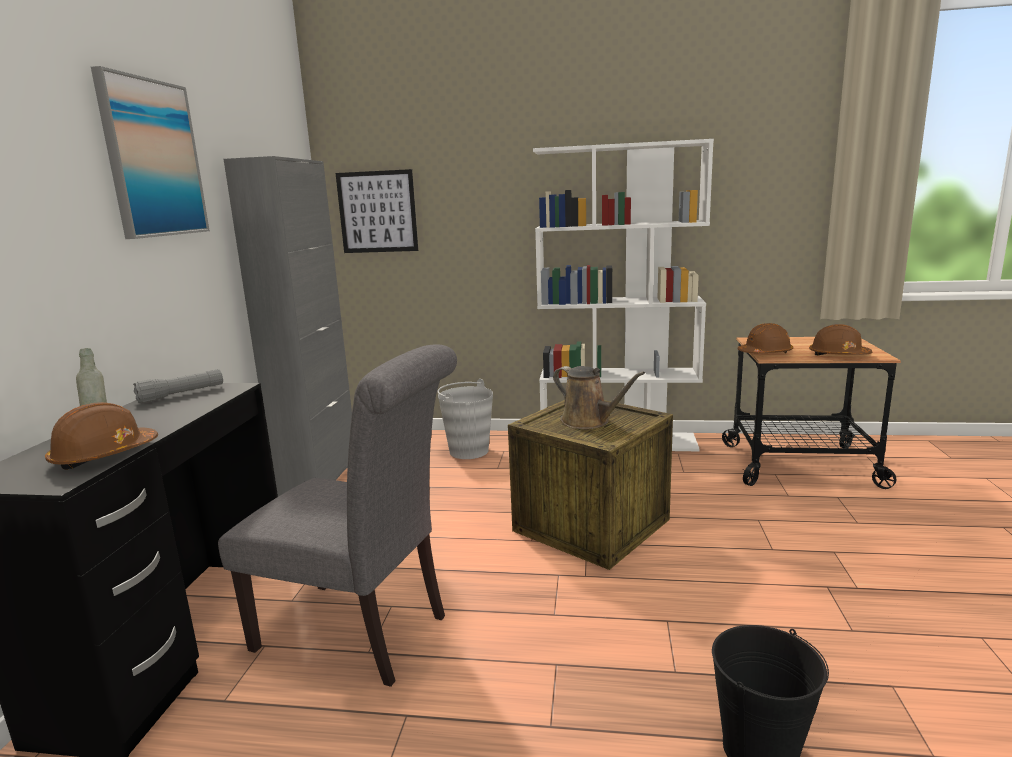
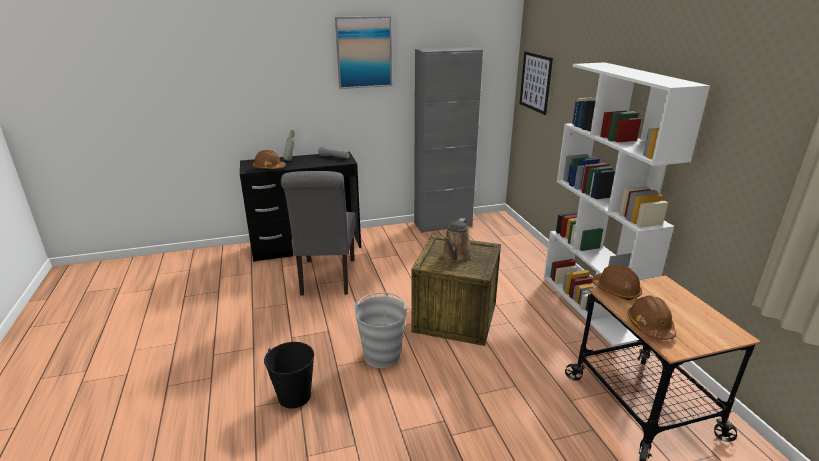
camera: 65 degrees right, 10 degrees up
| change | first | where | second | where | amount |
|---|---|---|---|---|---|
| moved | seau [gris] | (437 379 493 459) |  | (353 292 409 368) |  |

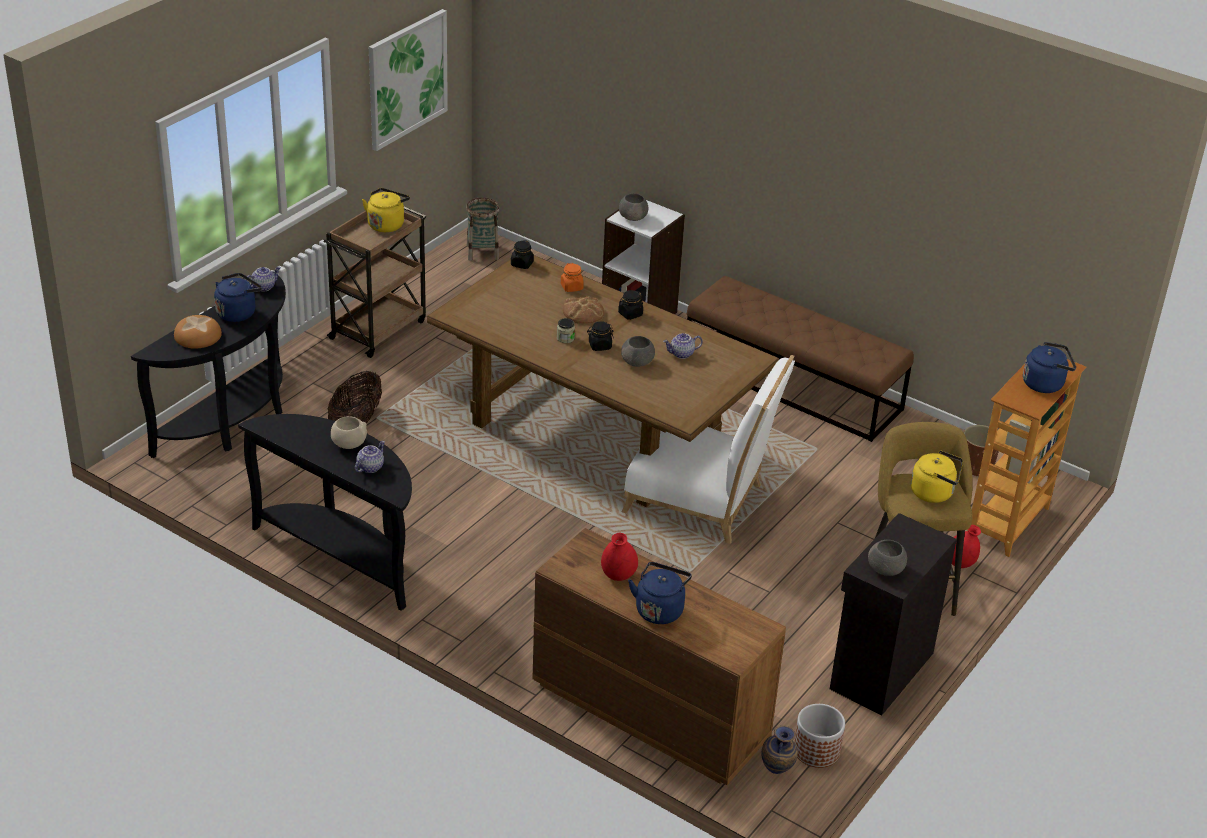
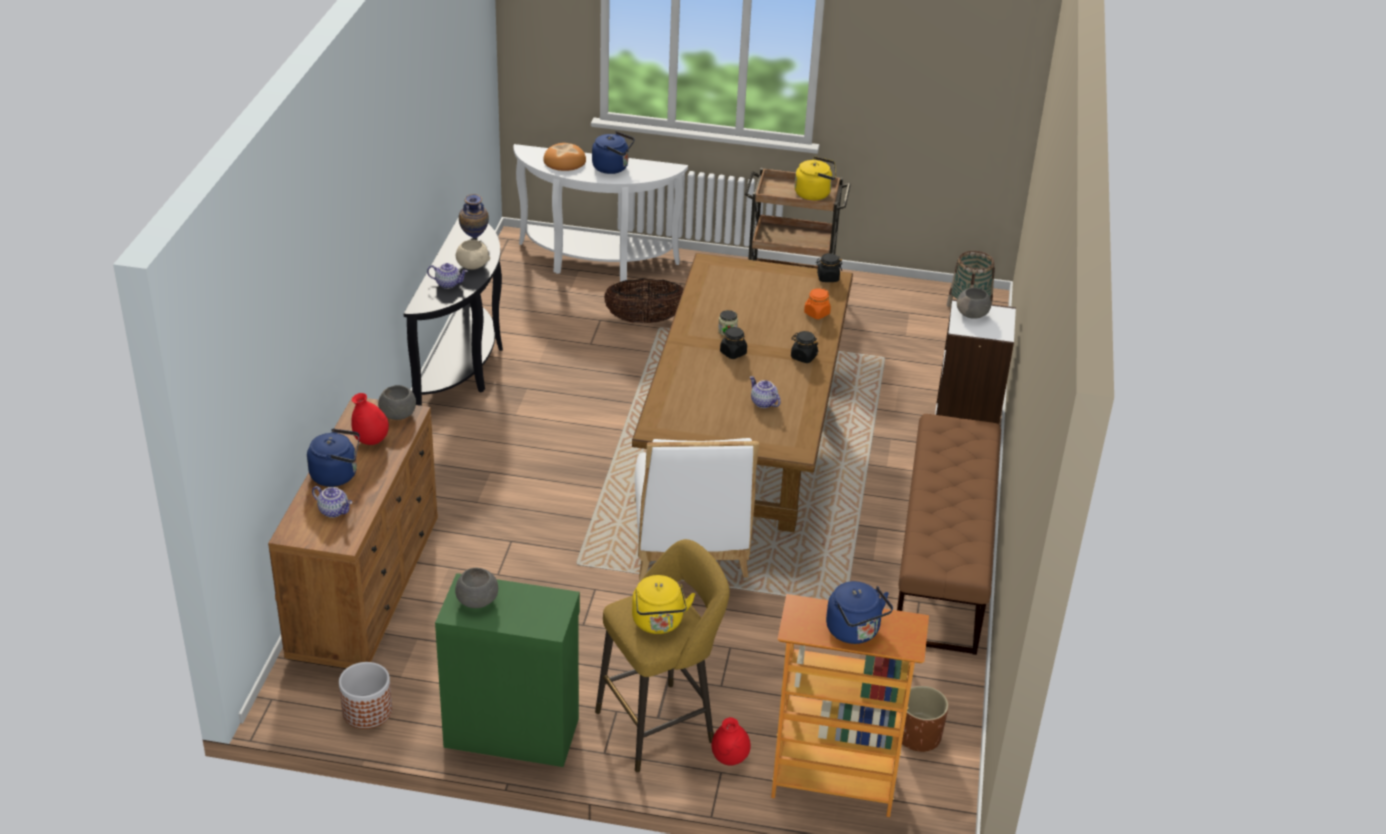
camera: 65 degrees right, 0 degrees up
| change | first | where | second | where | amount |
|---|---|---|---|---|---|
| removed | tableau | (369 9 448 151) |  |  |  |
| removed | pain | (563 296 604 324) |  |  |  |
| moved | théière | (245 267 281 292) |  | (312 486 352 518) |  |
| moved | bol [gris] | (621 336 655 367) |  | (378 385 416 420) |  |
| moved | vase | (761 726 798 774) |  | (459 194 489 238) |  |
| recoloured | table console [noir] | (131 271 286 458) | table console [blanc] | (513 144 688 281) |  |
| recoloured | meuble de rangement [noir] | (830 513 957 715) | meuble de rangement [vert] | (435 573 580 767) |  |

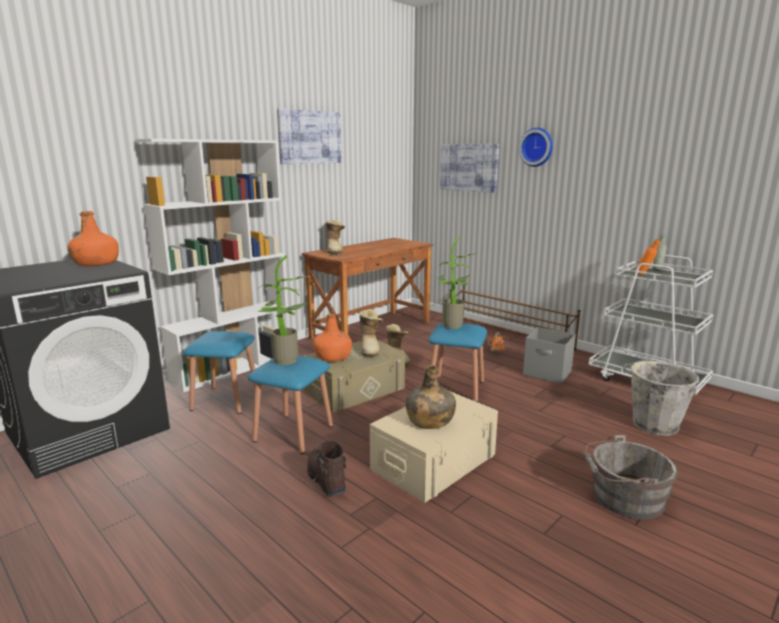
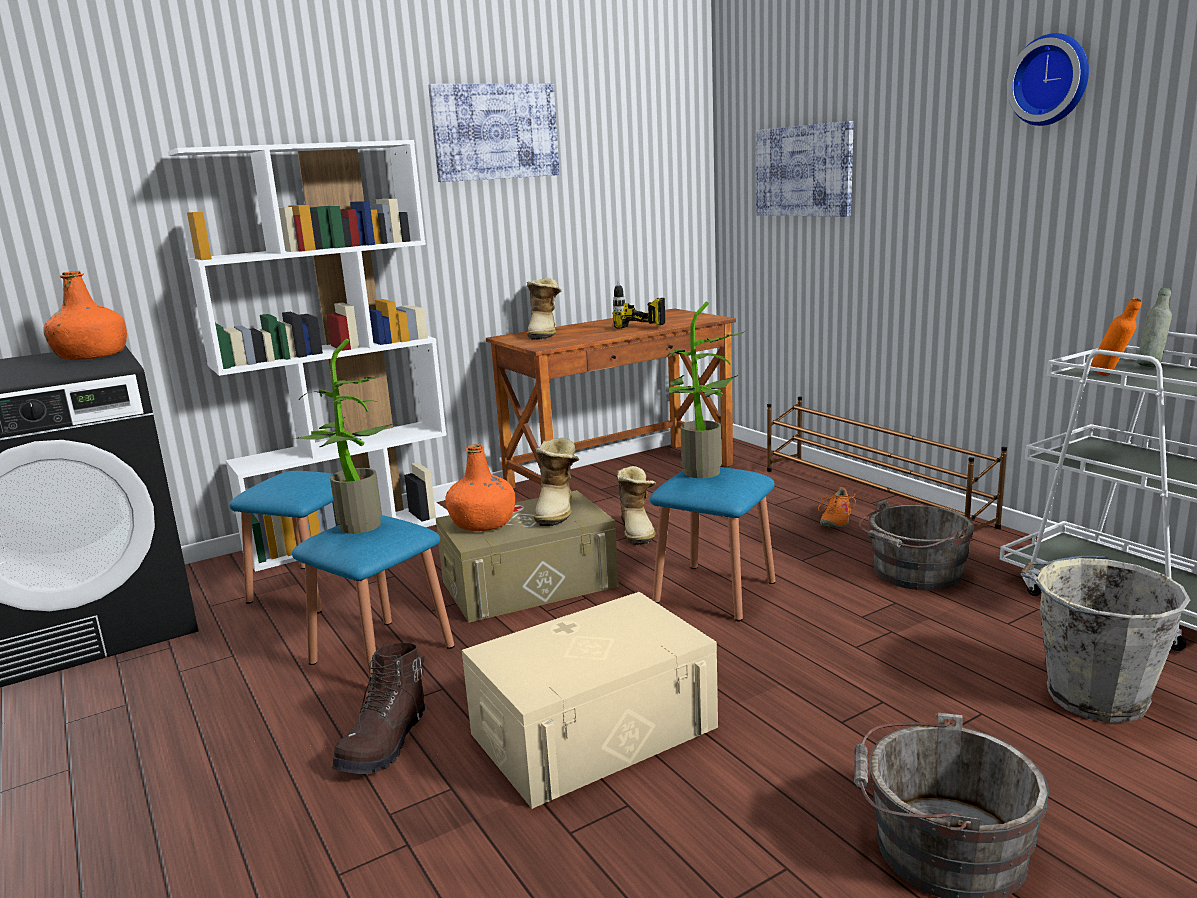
camera: 15 degrees right, 0 degrees up
| change | first | where | second | where | amount |
|---|---|---|---|---|---|
| removed | bouteille [vert] | (406 365 456 429) |  |  |  |
| added |  |  | perceuse | (612 282 665 328) |  |
| moved | horloge murale | (519 128 553 167) |  | (1007 33 1089 126) |  |
| replaced | boîte de rangement [gris] | (523 327 576 384) | seau [gris] | (858 500 974 590) |  |
| turned | botte [marron] | (307 441 346 496) |  | (332 642 425 774) | 150 degrees counterclockwise |

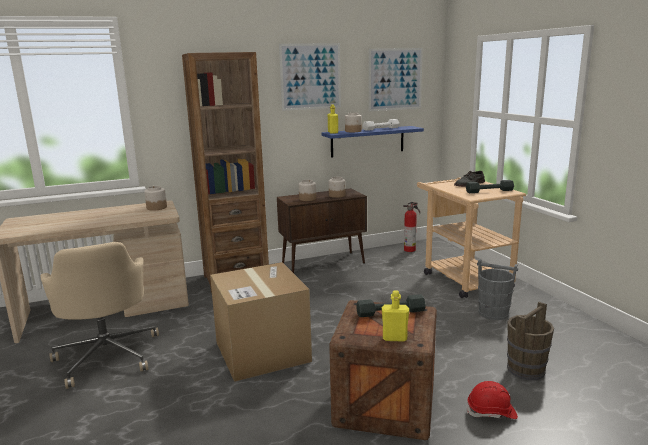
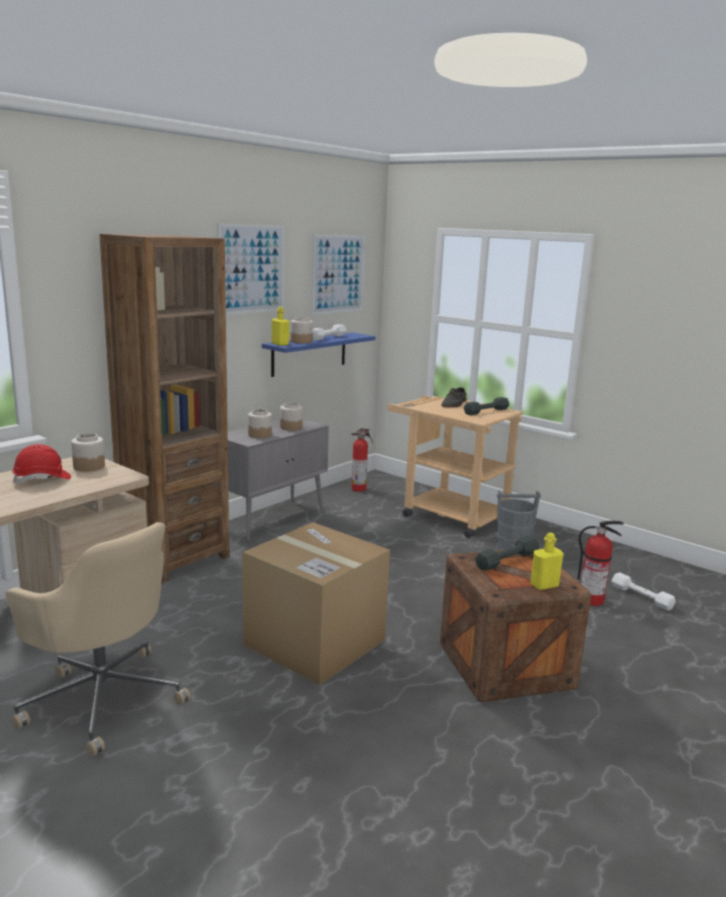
camera: 30 degrees left, 0 degrees up
| change | first | where | second | where | amount |
|---|---|---|---|---|---|
| added |  |  | haltère [blanc] | (611 572 676 611) |  |
| moved | casque de chantier [rouge] | (467 381 518 419) |  | (12 444 71 483) |  |
| replaced | seau [marron] | (507 302 554 380) | extincteur | (577 521 624 606) |  |
| recoloured | meuble de rangement [marron] | (277 188 367 273) | meuble de rangement [gris] | (228 419 329 542) |  |

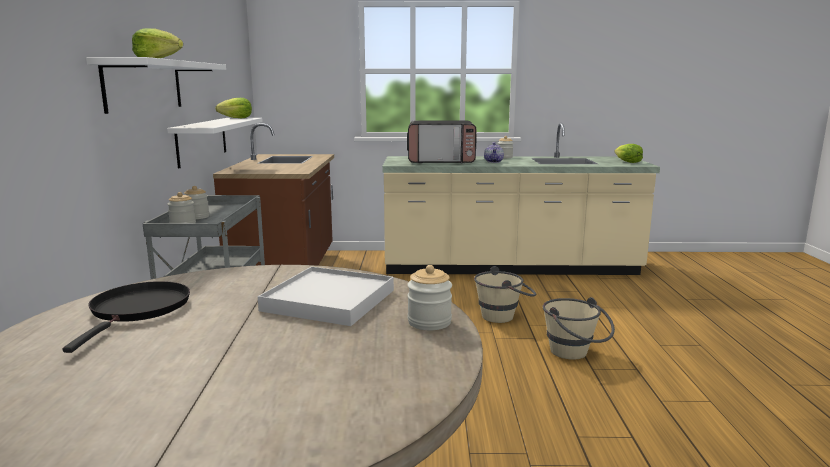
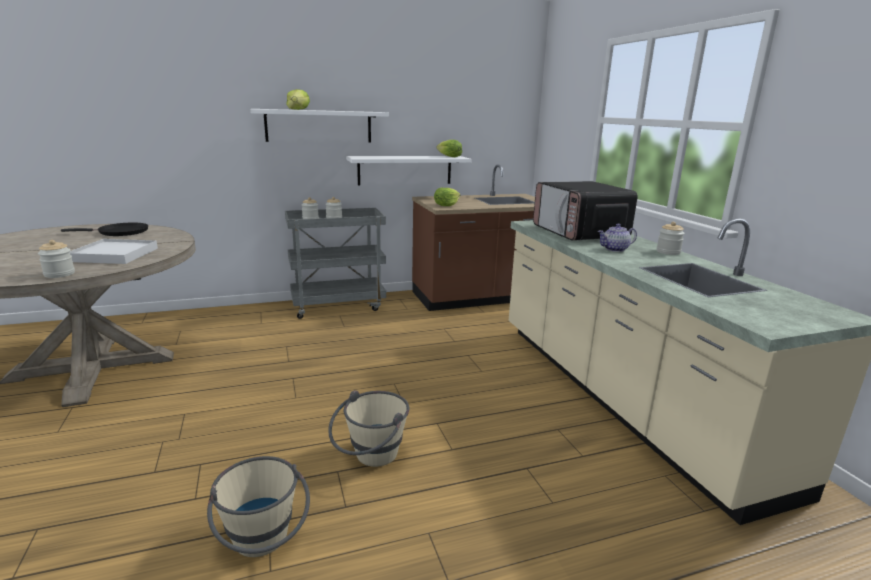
camera: 70 degrees right, 5 degrees up
| change | first | where | second | where | amount |
|---|---|---|---|---|---|
| moved | seau [beige] | (474 266 536 323) |  | (207 456 310 557) |  |
| moved | laitue | (615 144 643 163) |  | (434 188 460 206) |  |

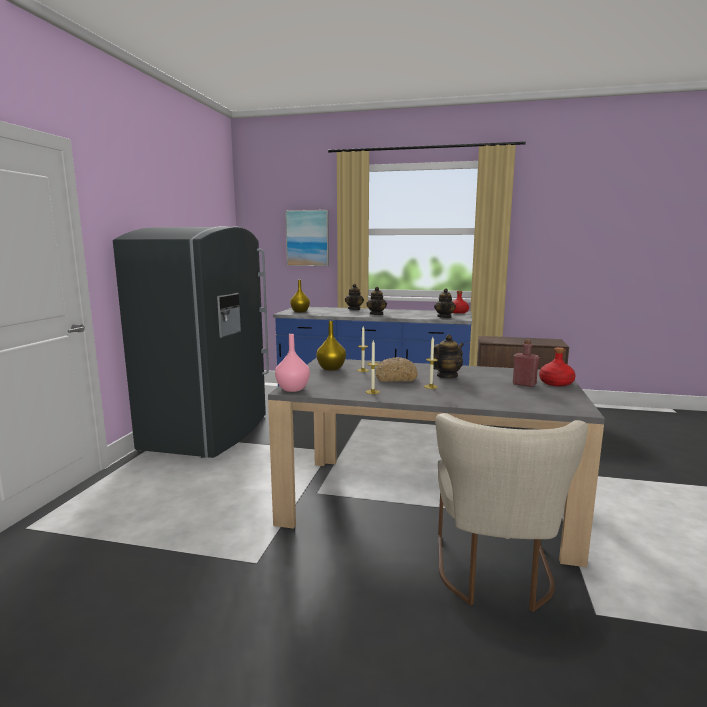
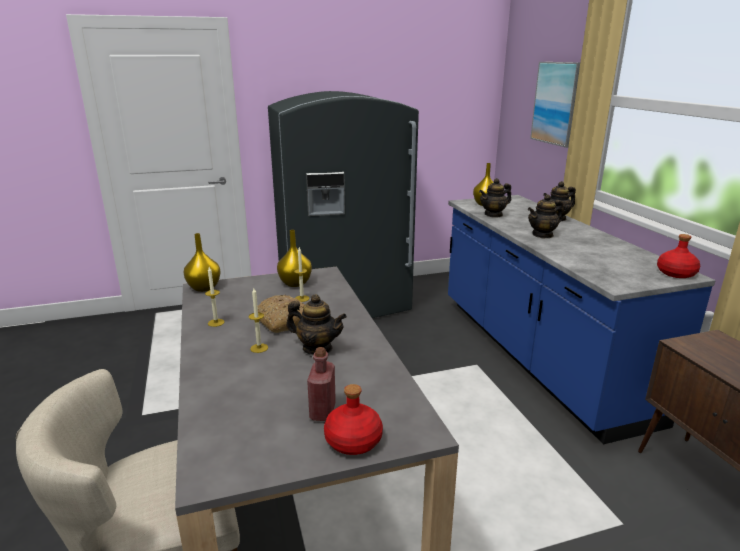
camera: 60 degrees right, 10 degrees up
| change | first | where | second | where | amount |
|---|---|---|---|---|---|
| moved | théière | (434 288 456 318) |  | (479 178 511 218) |  |
| recoloured | vase [rose] | (275 334 310 392) | vase [jaune] | (184 233 221 292) |  |

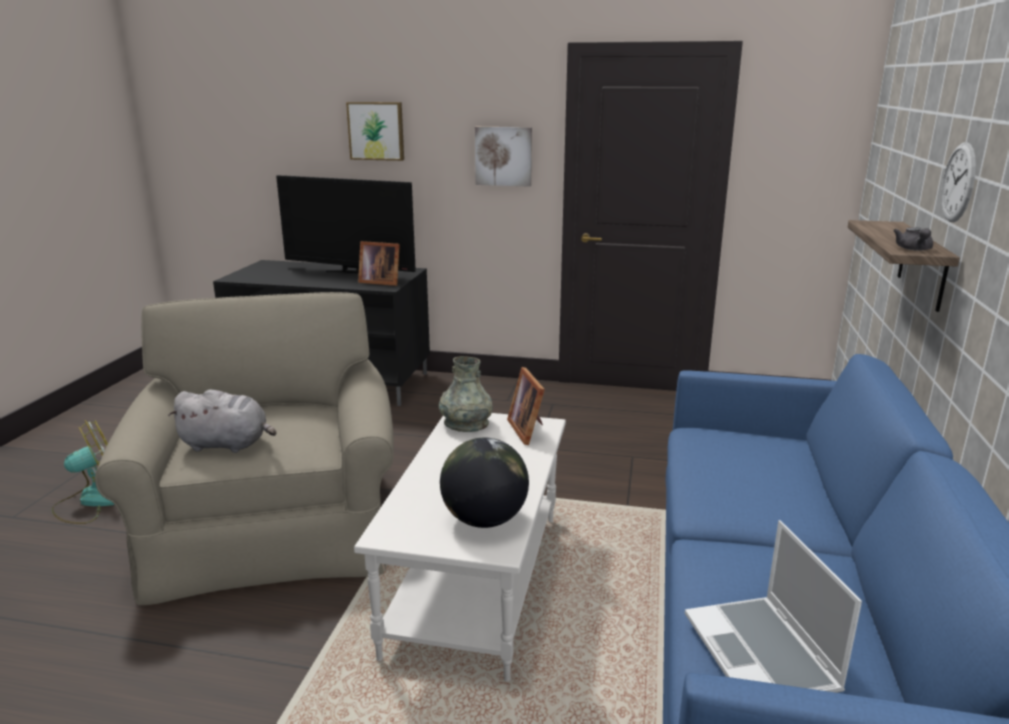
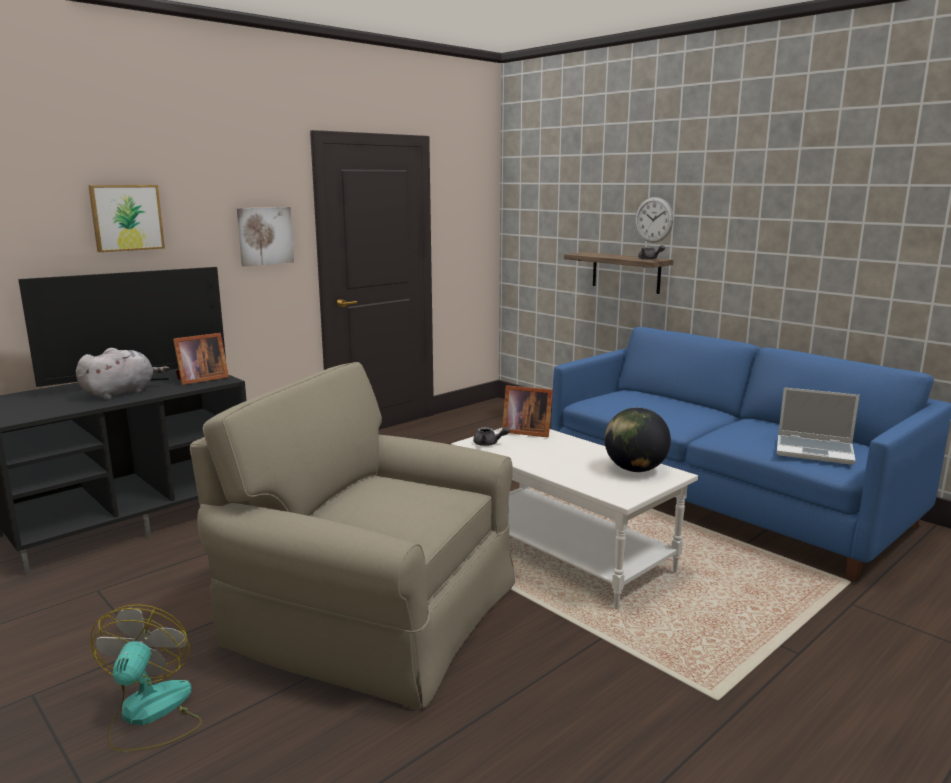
camera: 55 degrees left, 5 degrees down
| change | first | where | second | where | amount |
|---|---|---|---|---|---|
| moved | peluche [gris] | (168 389 276 453) |  | (76 348 169 400) |  |
| replaced | vase [gris] | (439 356 493 432) | théière [gris] | (473 427 510 446) |  |

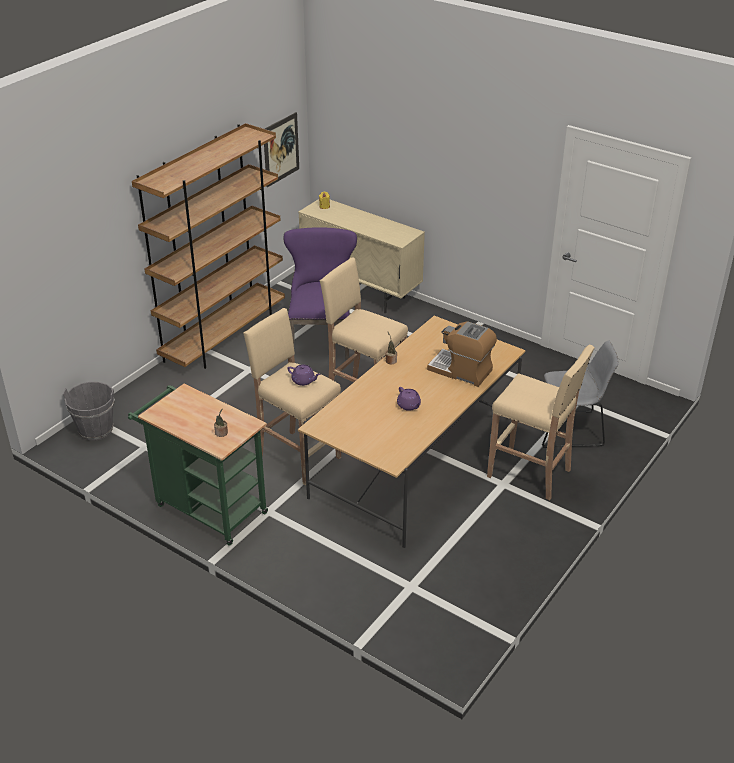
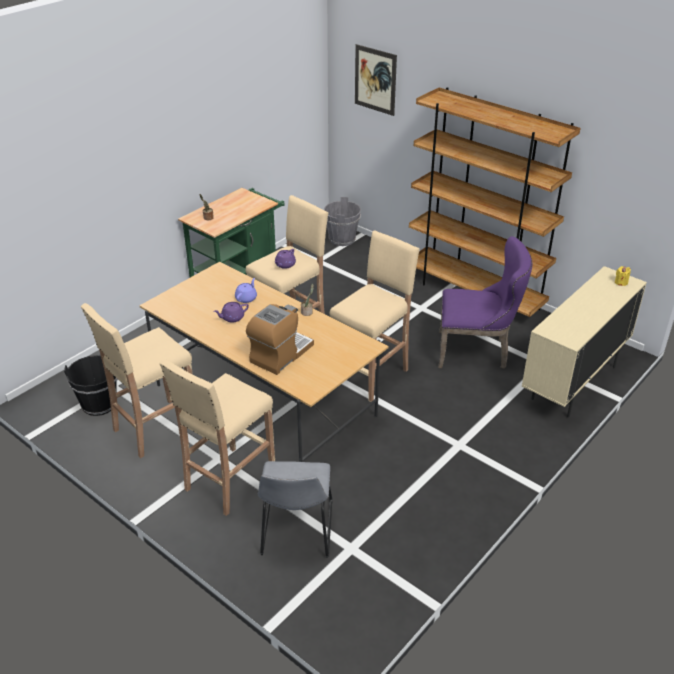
camera: 95 degrees right, 0 degrees up
| change | first | where | second | where | amount |
|---|---|---|---|---|---|
| added |  |  | seau [noir] | (64 355 117 416) |  |
| added |  |  | tabouret [beige] | (81 303 193 458) |  |
| added |  |  | théière [violet] | (235 278 257 303) |  |
| moved | tableau | (264 112 299 187) |  | (355 44 397 116) |  |

